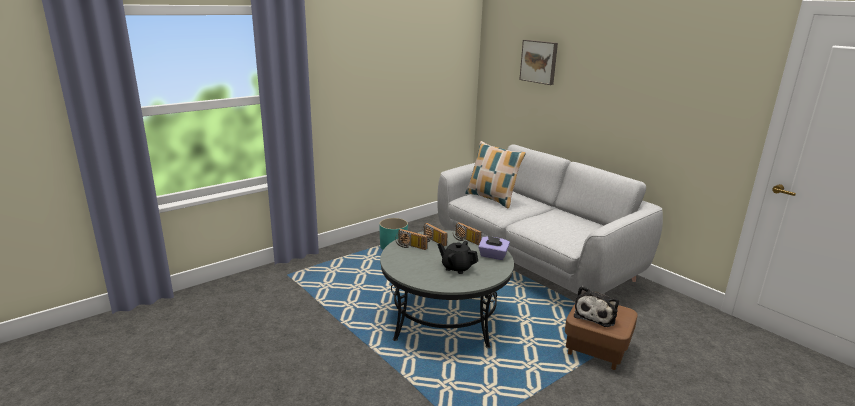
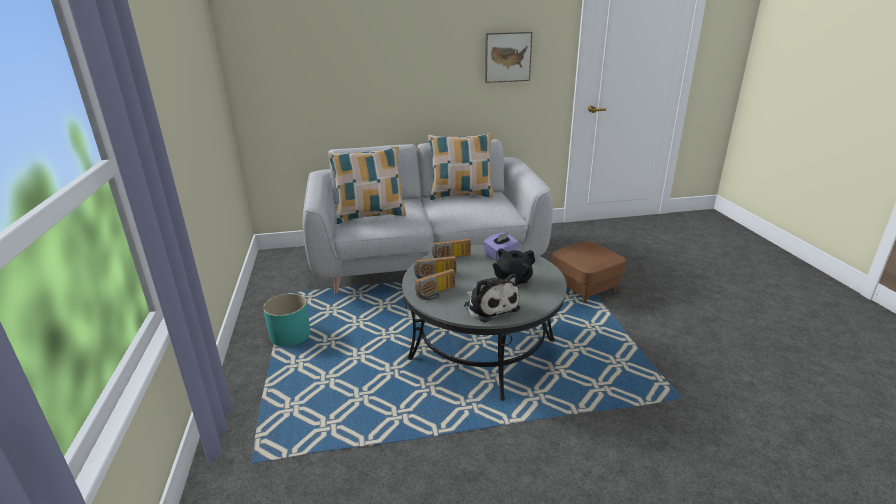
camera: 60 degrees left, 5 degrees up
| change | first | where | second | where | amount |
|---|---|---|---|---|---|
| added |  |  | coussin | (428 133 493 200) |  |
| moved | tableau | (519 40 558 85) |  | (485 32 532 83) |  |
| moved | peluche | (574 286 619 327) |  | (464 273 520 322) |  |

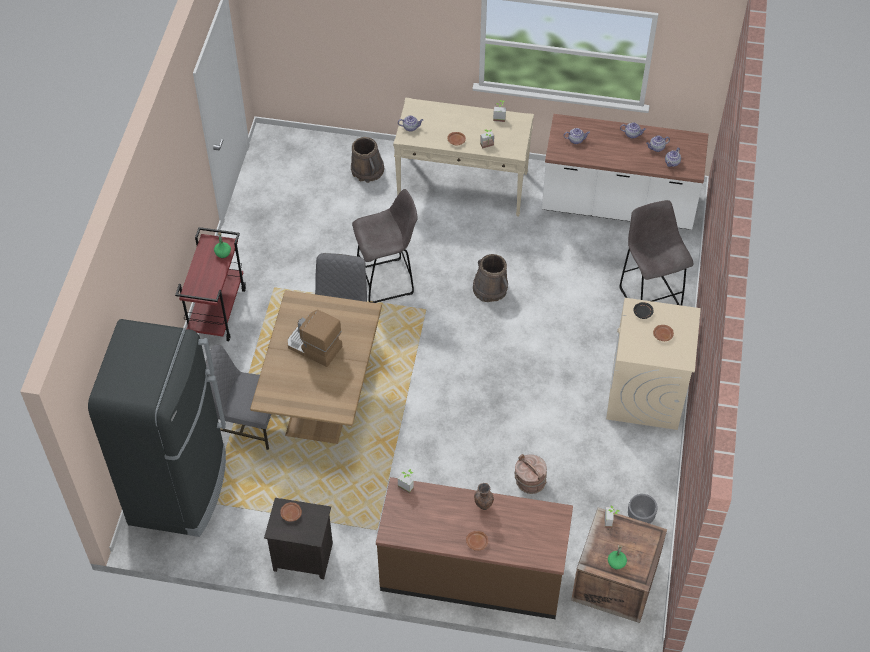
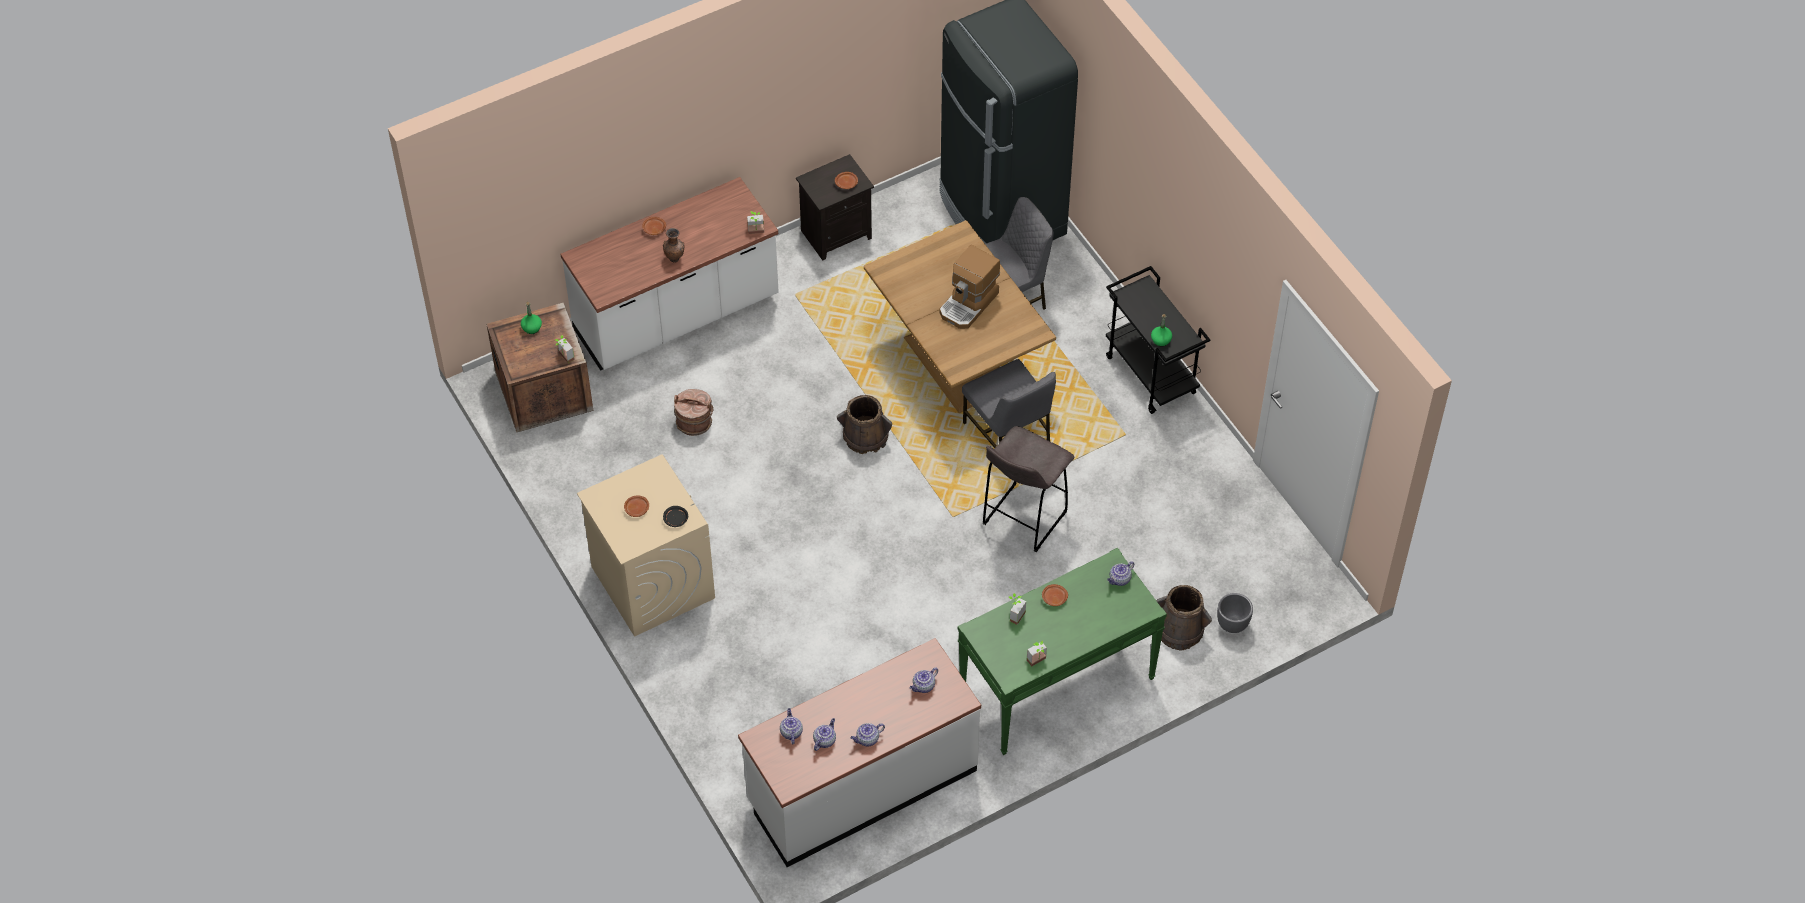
camera: 140 degrees right, 0 degrees up
| change | first | where | second | where | amount |
|---|---|---|---|---|---|
| removed | tabouret [gris] | (619 200 694 306) |  |  |  |
| moved | seau [marron] | (473 254 508 302) |  | (837 395 892 454) |  |
| moved | cache-pot [gris] | (628 494 658 524) |  | (1217 593 1253 633) |  |
| recoloured | chariot [rouge] | (175 227 246 341) | chariot [noir] | (1106 266 1210 414) |  |
| recoloured | comptoir de cuisine [marron] | (376 477 573 619) | comptoir de cuisine [blanc] | (561 177 779 371) |  |
| recoloured | table console [beige] | (393 97 534 216) | table console [vert] | (958 548 1167 755) |  |
| turned | machine à café | (287 310 342 367) |  | (939 245 1000 329) | 135 degrees clockwise |

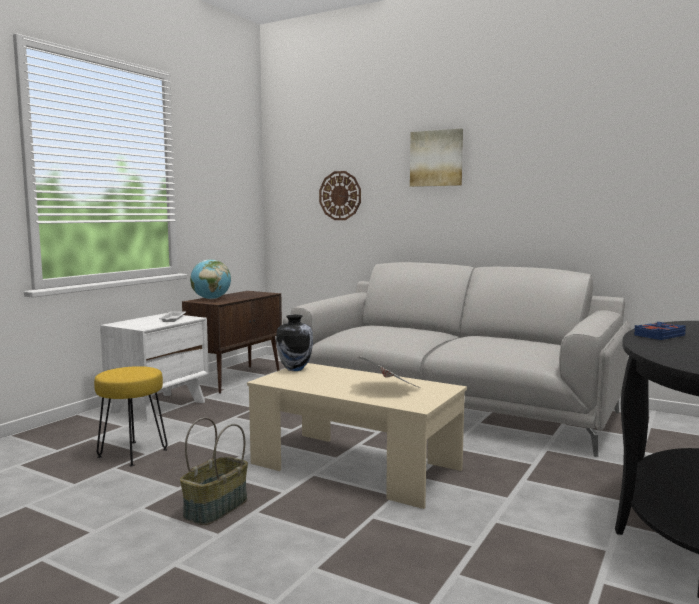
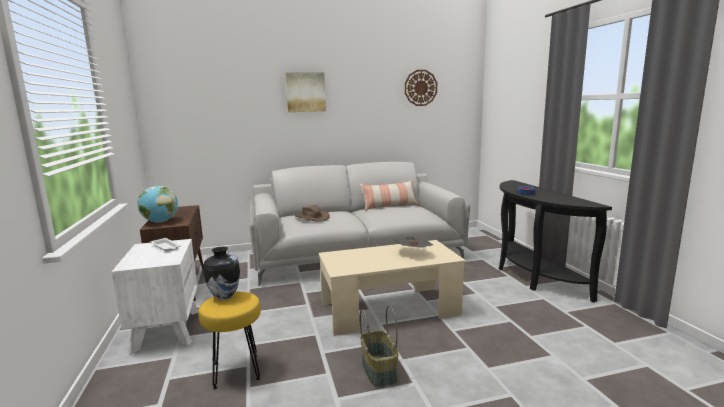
camera: 45 degrees left, 5 degrees up
| change | first | where | second | where | amount |
|---|---|---|---|---|---|
| added |  |  | chapeau [marron] | (294 205 330 222) |  |
| added |  |  | coussin | (360 180 418 211) |  |
| moved | vase | (276 315 313 371) |  | (203 247 240 300) |  |
| moved | horloge murale | (319 171 361 220) |  | (405 70 437 106) |  |

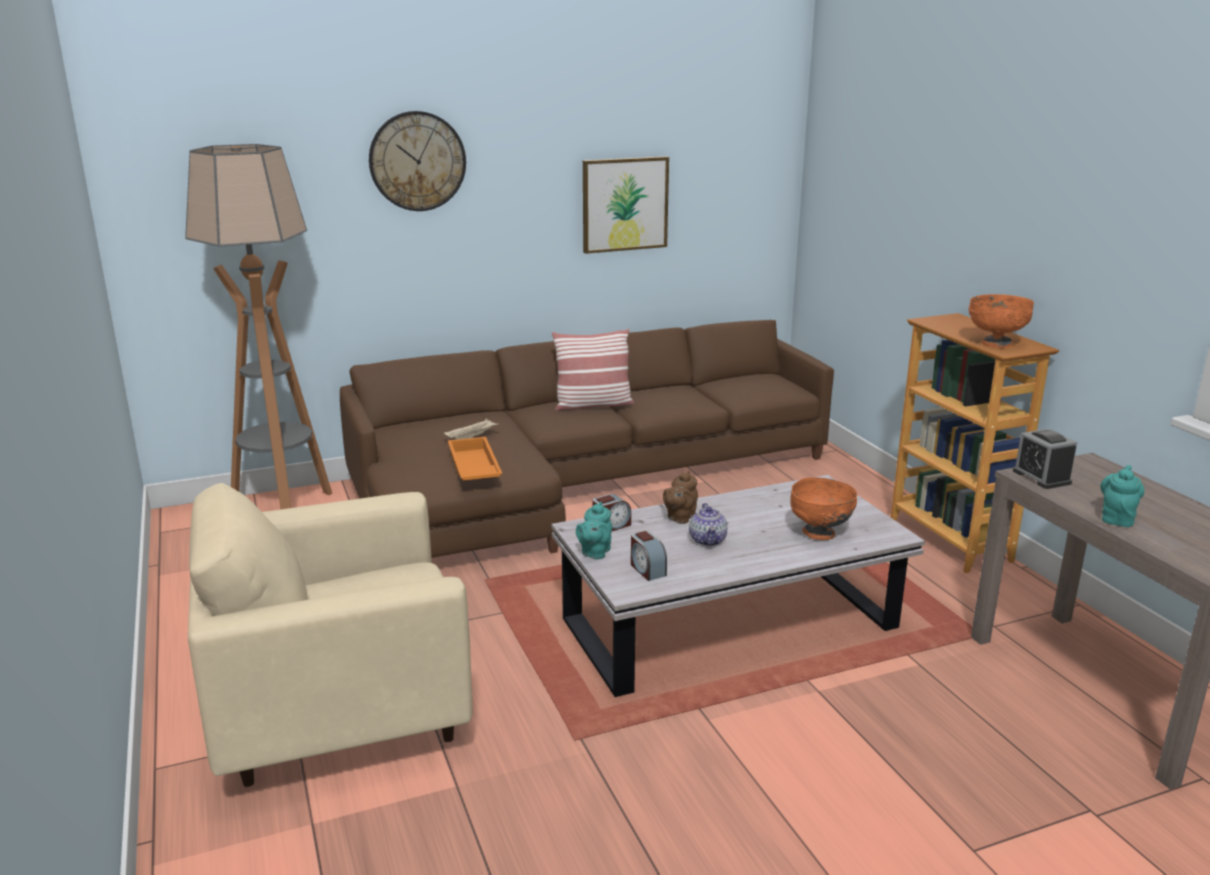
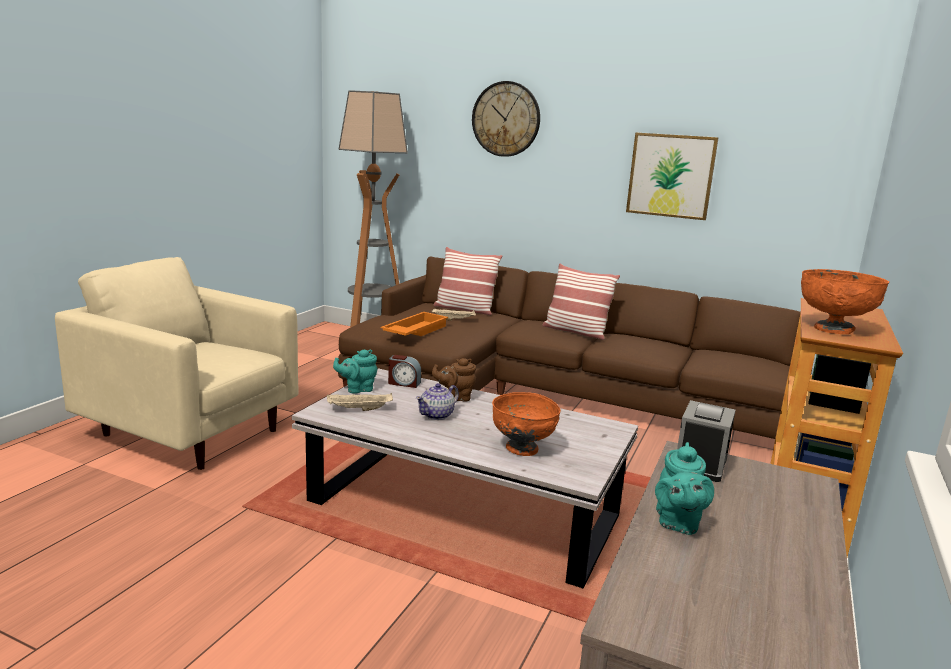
camera: 45 degrees right, 5 degrees down
| change | first | where | second | where | amount |
|---|---|---|---|---|---|
| added |  |  | coussin | (434 247 502 315) |  |
| replaced | réveil | (631 531 667 581) | plateau [beige] | (327 393 393 411) |  |
| turned | théière [turquoise] | (1101 465 1145 527) |  | (655 442 714 535) | 120 degrees clockwise |

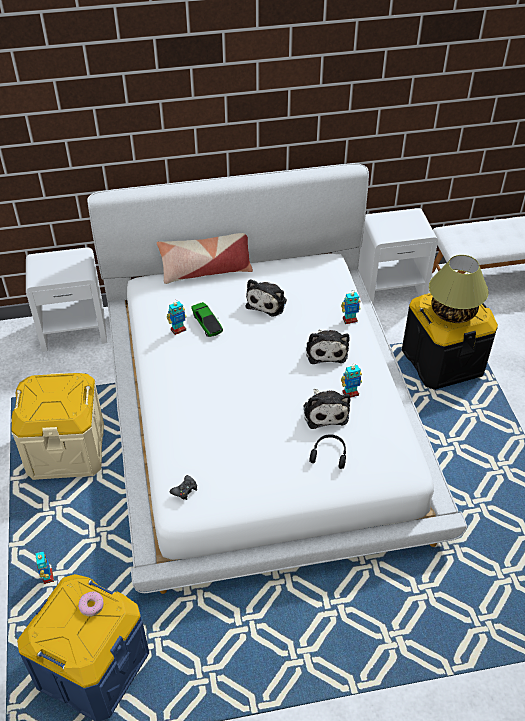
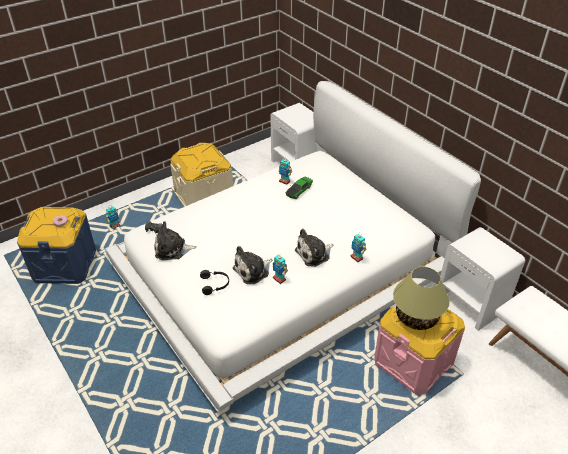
camera: 65 degrees right, 5 degrees down
| change | first | where | second | where | amount |
|---|---|---|---|---|---|
| removed | coussin | (157 233 253 284) |  |  |  |
| moved | peluche | (245 279 287 316) |  | (154 221 197 260) |  |
| recoloured | boîte de rangement [noir] | (402 293 498 390) | boîte de rangement [rose] | (374 306 465 395) |  |

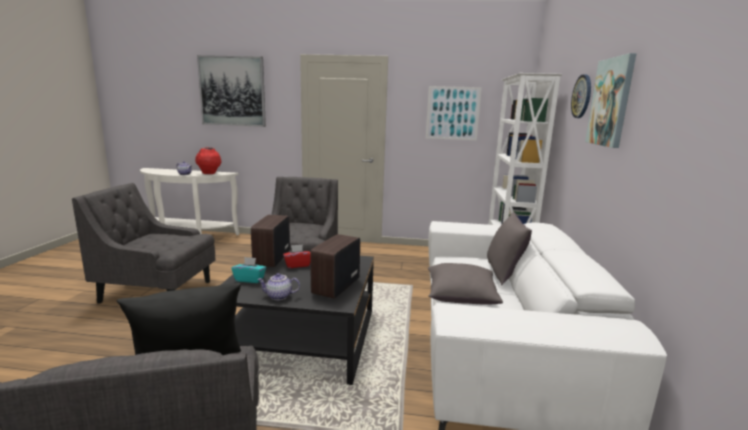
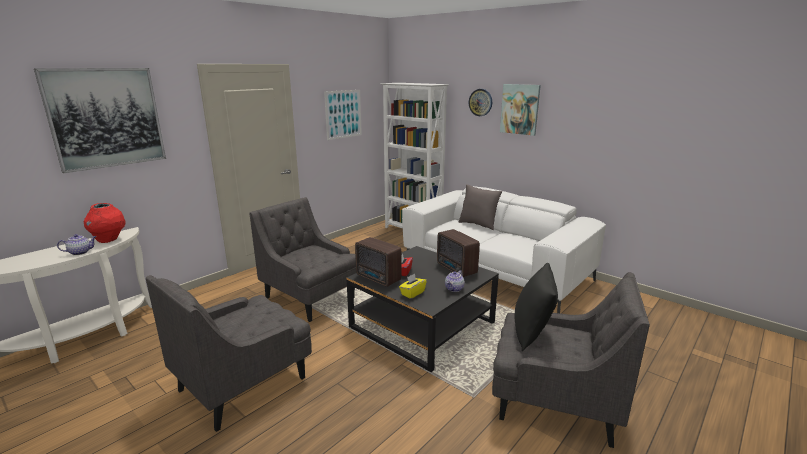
camera: 55 degrees left, 5 degrees up
| change | first | where | second | where | amount |
|---|---|---|---|---|---|
| removed | coussin [gris] | (428 263 503 305) |  |  |  |
| recoloured | boîte à mouchoirs [turquoise] | (231 257 266 283) | boîte à mouchoirs [jaune] | (399 274 427 299) |  |

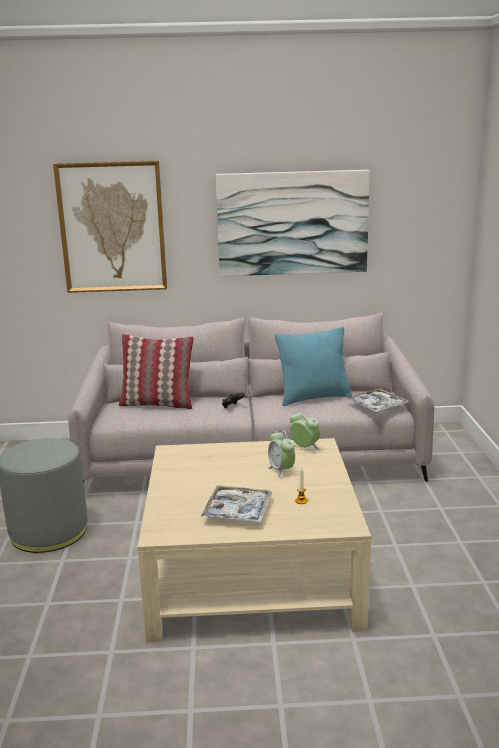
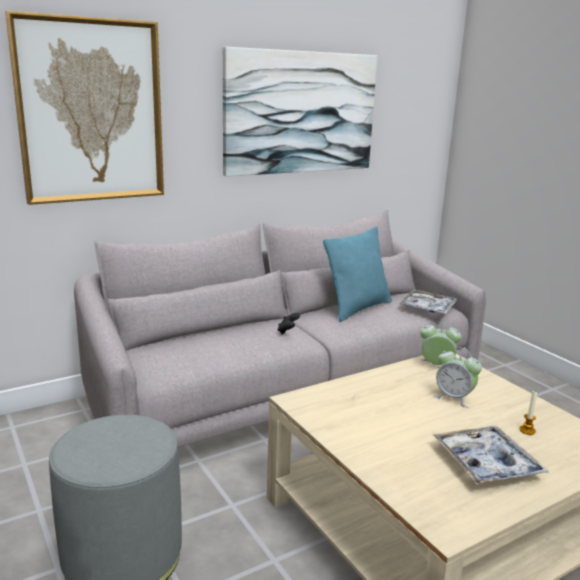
camera: 30 degrees left, 0 degrees up
| change | first | where | second | where | amount |
|---|---|---|---|---|---|
| removed | coussin | (119 334 194 409) |  |  |  |

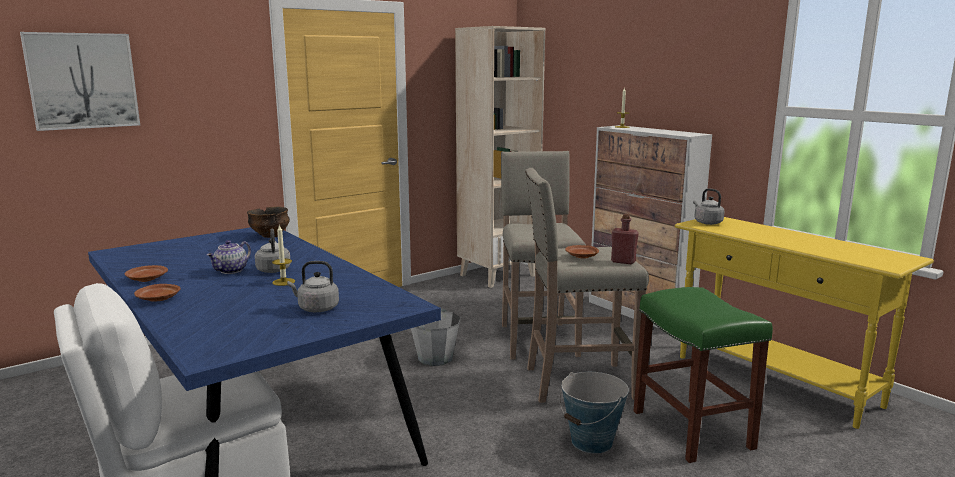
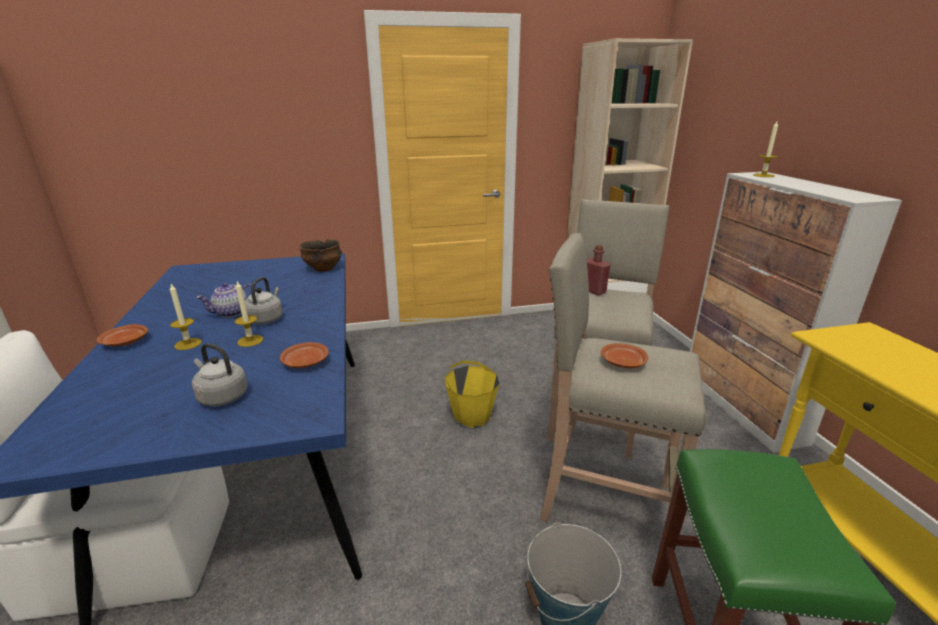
camera: 25 degrees right, 10 degrees up
| change | first | where | second | where | amount |
|---|---|---|---|---|---|
| removed | tableau | (20 32 140 131) |  |  |  |
| removed | bouilloire [gris] | (693 188 725 225) |  |  |  |
| added |  |  | bougie | (170 284 202 350) |  |
| moved | assiette [marron] | (125 265 168 282) |  | (280 342 328 368) |  |
| moved | bouteille [rouge] | (611 214 639 264) |  | (587 245 611 295) |  |
| recoloured | seau [gris] | (411 308 461 366) | seau [jaune] | (445 360 499 429) |  |

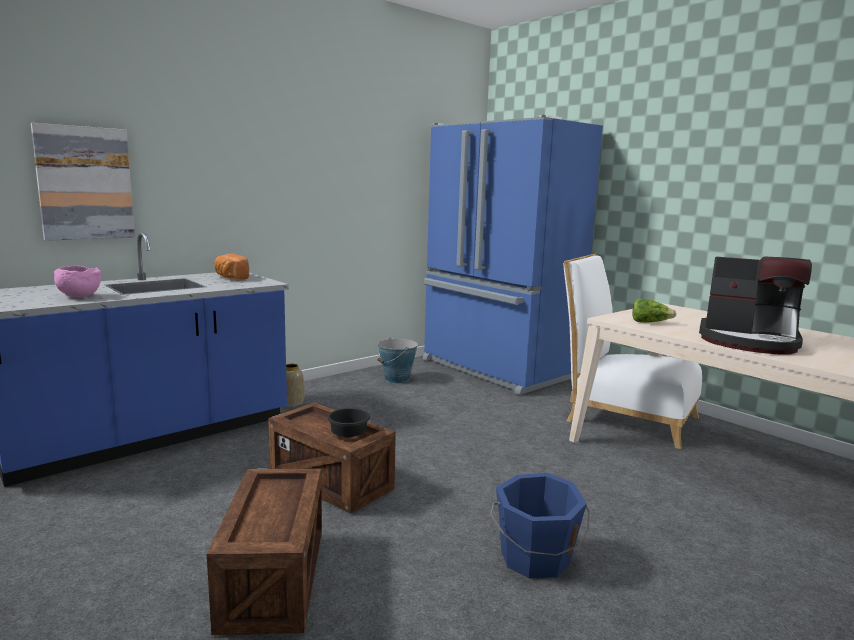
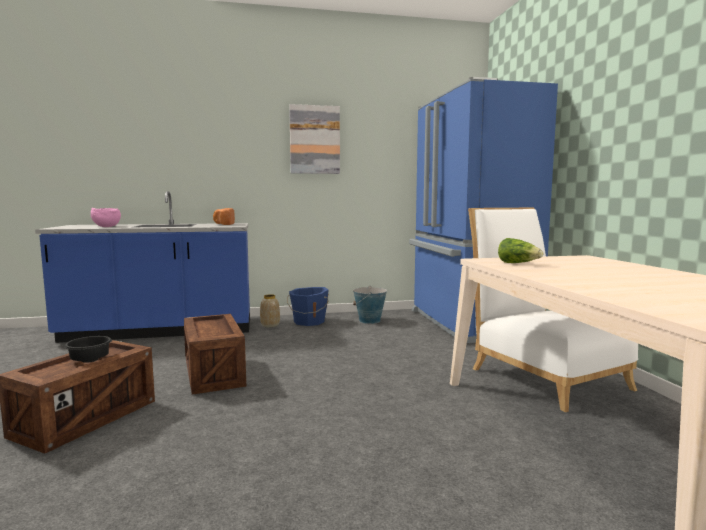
camera: 30 degrees right, 5 degrees down
| change | first | where | second | where | amount |
|---|---|---|---|---|---|
| removed | machine à café | (699 257 812 354) |  |  |  |
| moved | tableau | (31 123 135 241) |  | (289 104 340 174) |  |
| moved | bol [noir] | (328 408 370 438) |  | (65 336 112 363) |  |
| moved | seau [bleu] | (490 473 590 578) |  | (287 287 329 326) |  |

